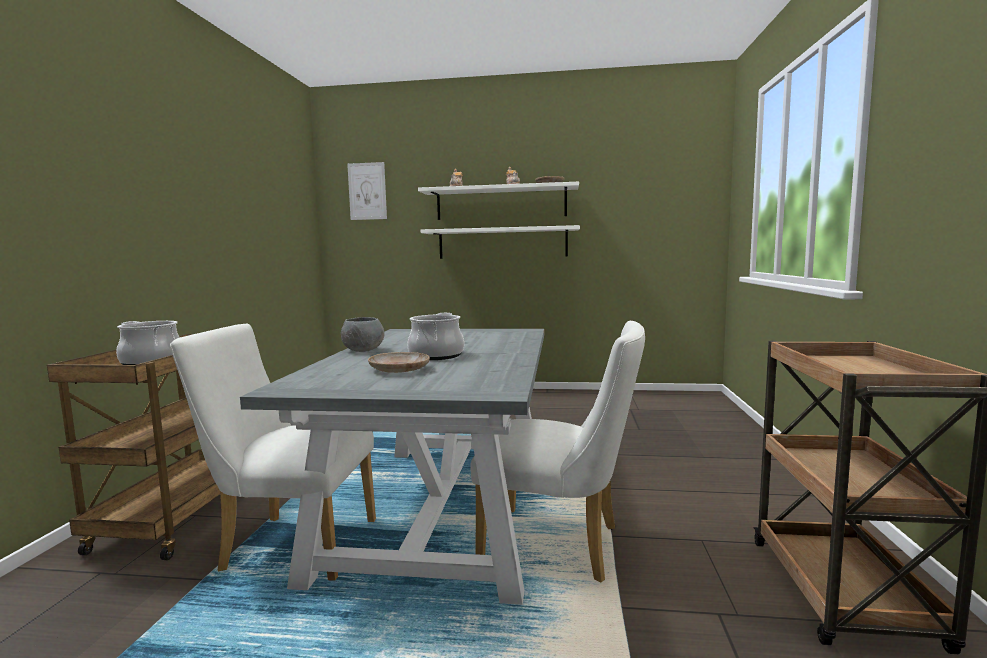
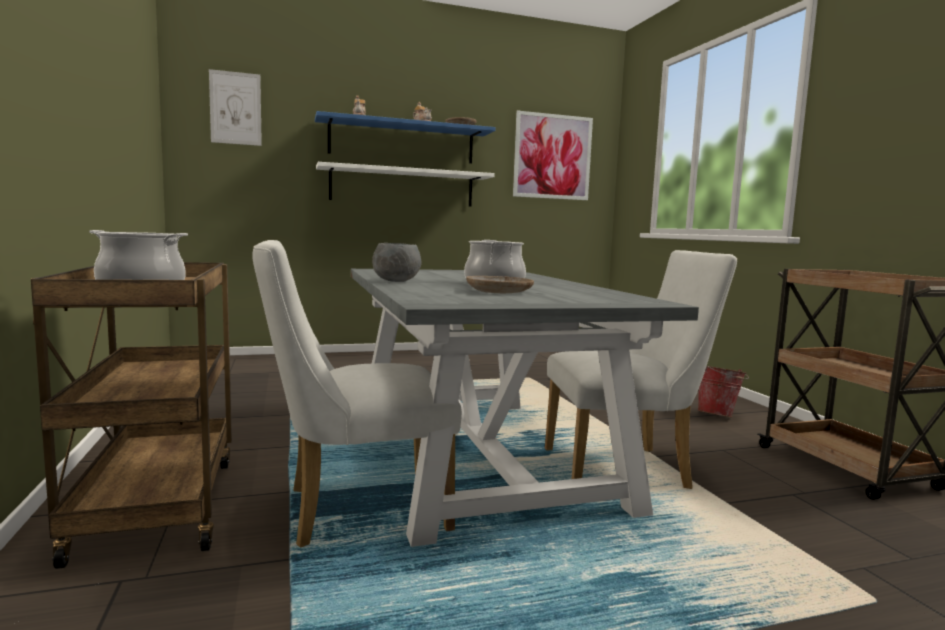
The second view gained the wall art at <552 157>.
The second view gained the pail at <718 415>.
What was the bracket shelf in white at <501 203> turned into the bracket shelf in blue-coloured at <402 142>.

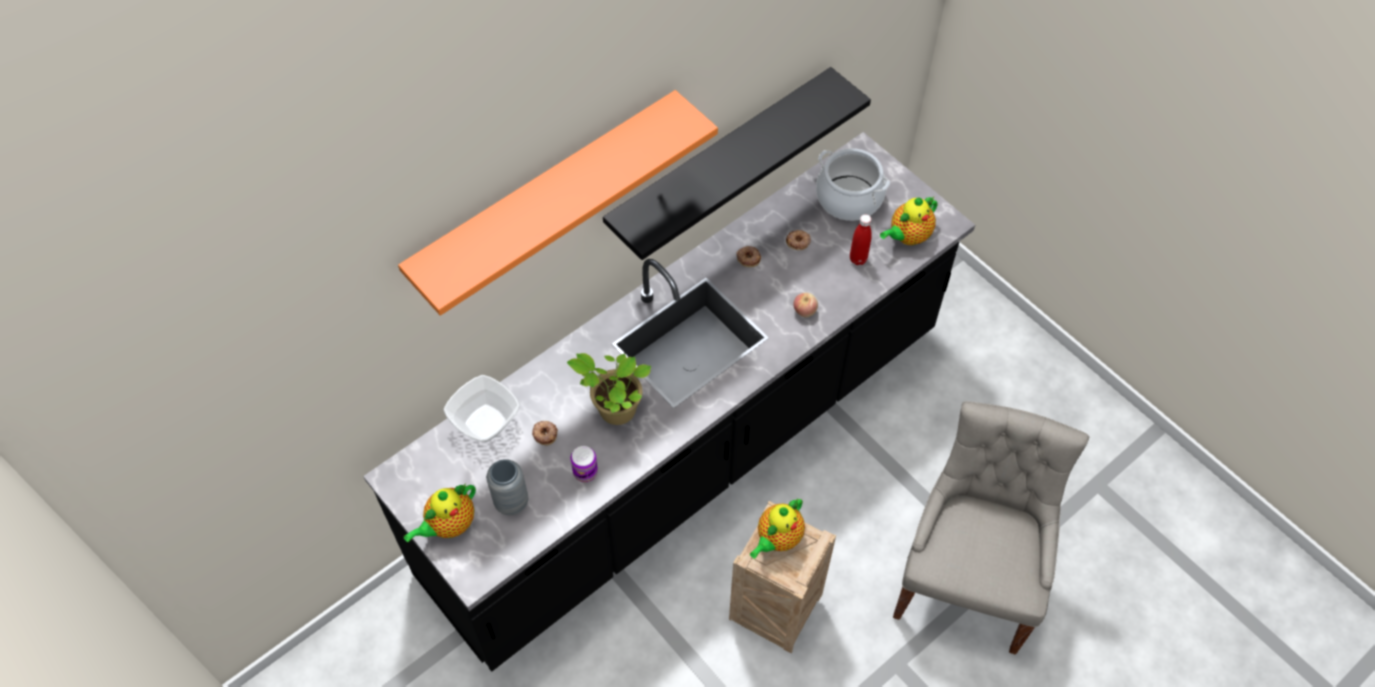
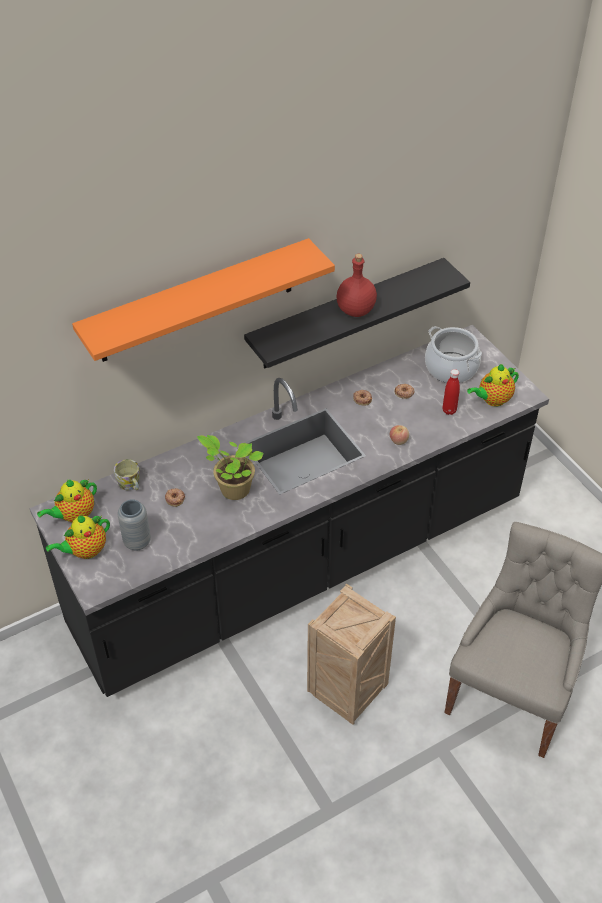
The second view lost the can at <585 472>.
The second view gained the beverage bottle in reddish at <356 310>.
The teapot ended up elsewhere, having gone from <777 539> to <74 515>.
Where the bowl stood at <484 423>, the tea mug came to stand at <130 484>.

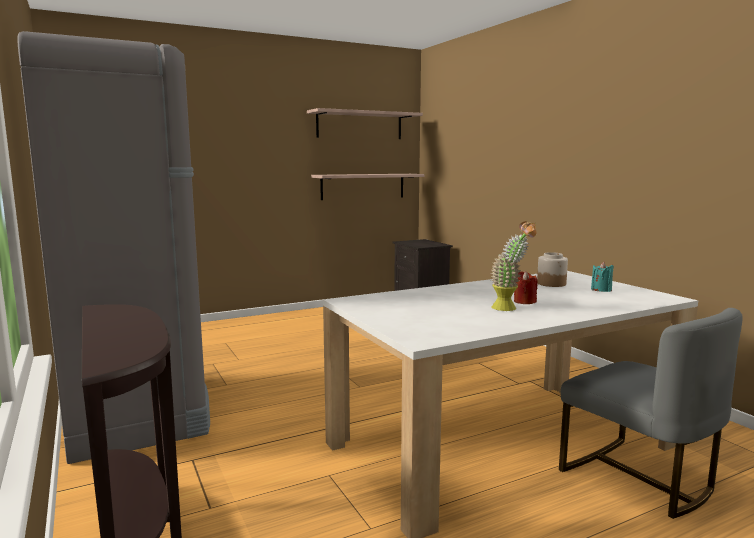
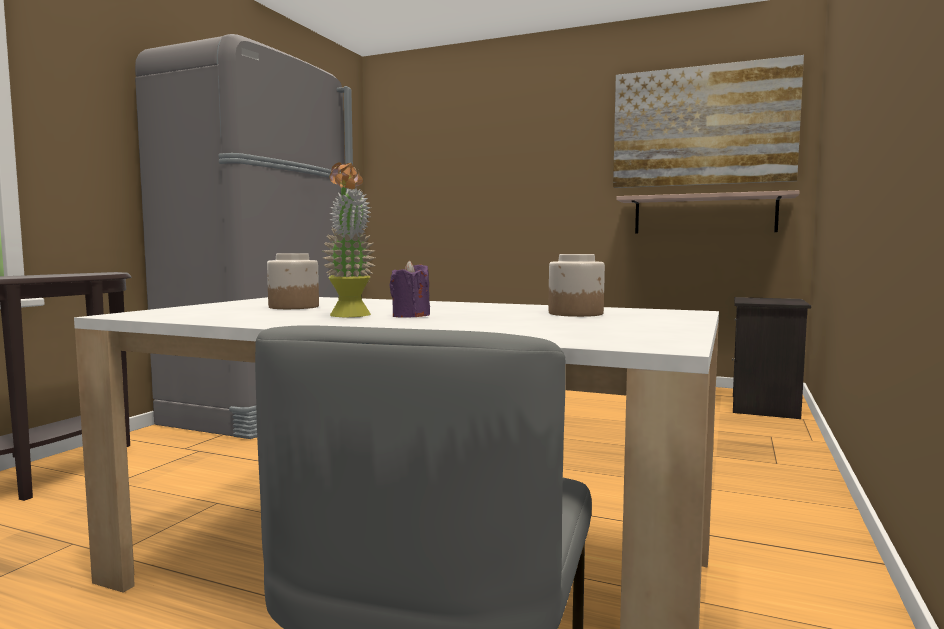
The second view lost the candle in turquoise at <601 290>.
The second view gained the jar at <293 307>.
Where the bracket shelf hung at <359 125>, the wall art came to hang at <702 126>.
What was the candle in reddish at <524 301> turned into the candle in purplish at <411 316>.

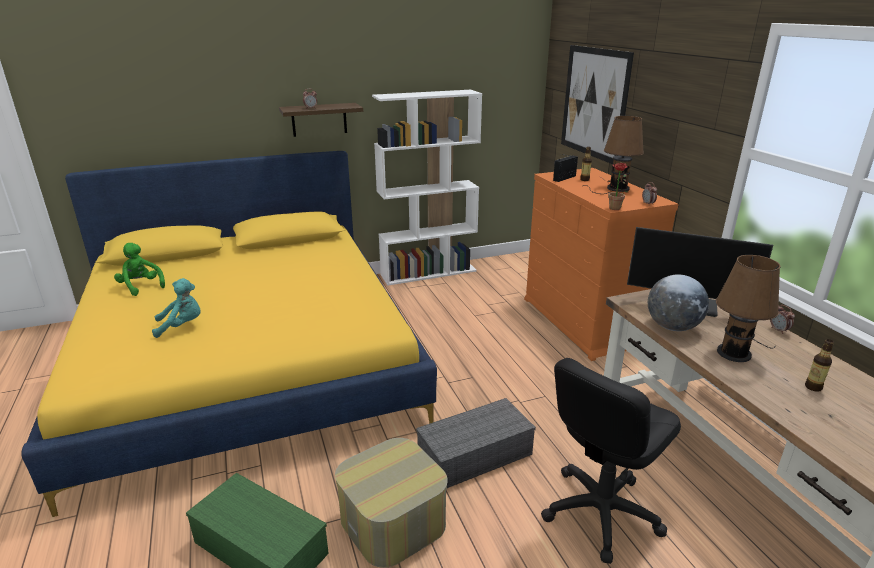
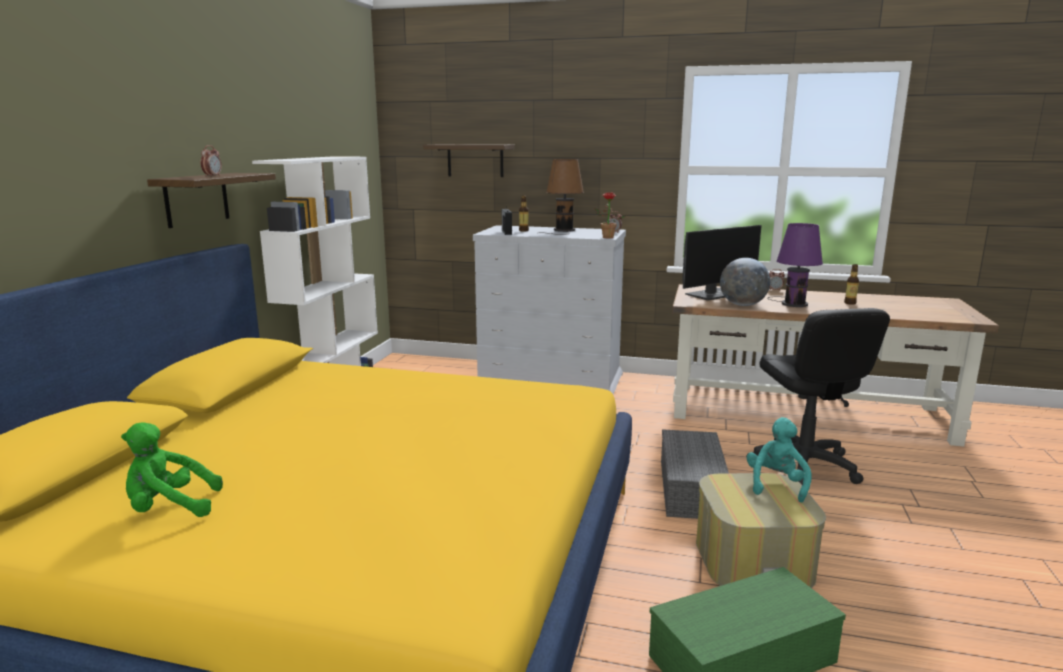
The plush toy in turquoise ended up elsewhere, having gone from <182 326> to <776 485>.
Where the wall art hung at <594 103>, the bracket shelf came to hang at <475 160>.
What was the chest of drawers in orange-coloured at <584 321> turned into the chest of drawers in white at <551 380>.
What was the lamp for a table in brown at <735 352> turned into the lamp for a table in purplish at <792 303>.

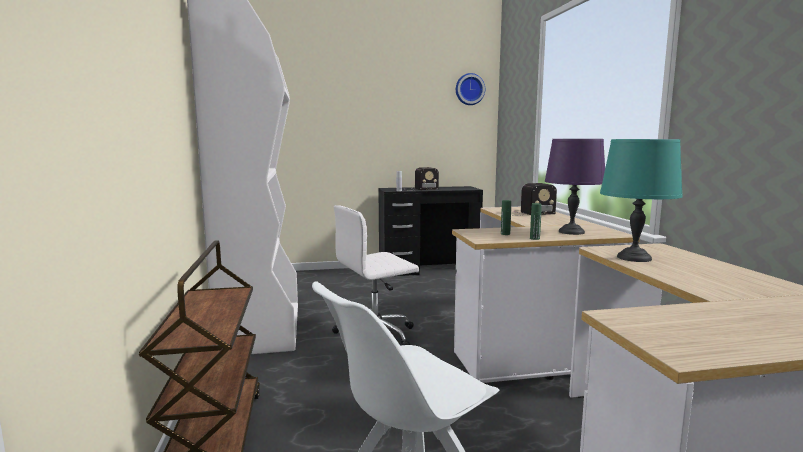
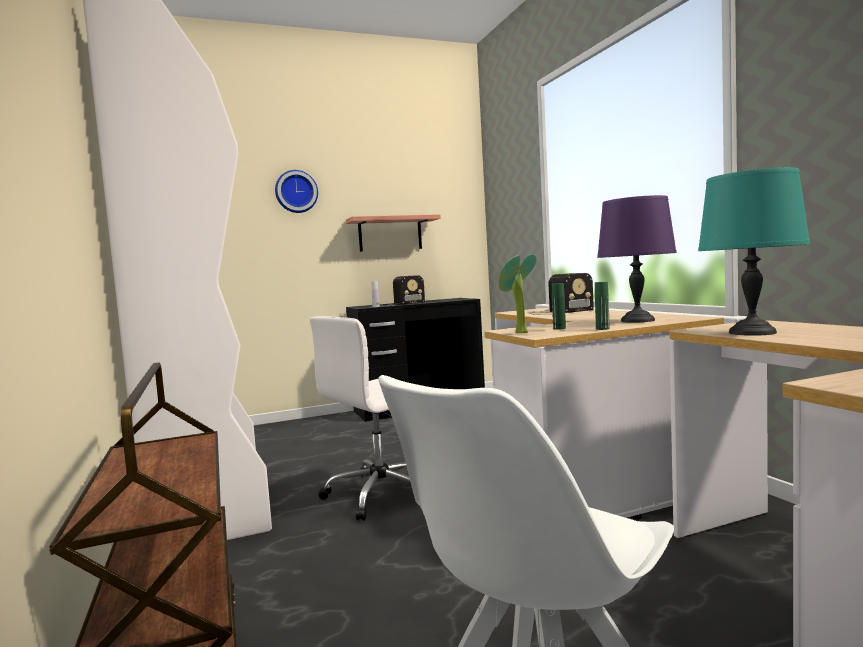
The second view gained the bracket shelf at <390 234>.
The second view gained the plant in a pot at <518 333>.
The clock on the wall ended up elsewhere, having gone from <469 89> to <296 192>.

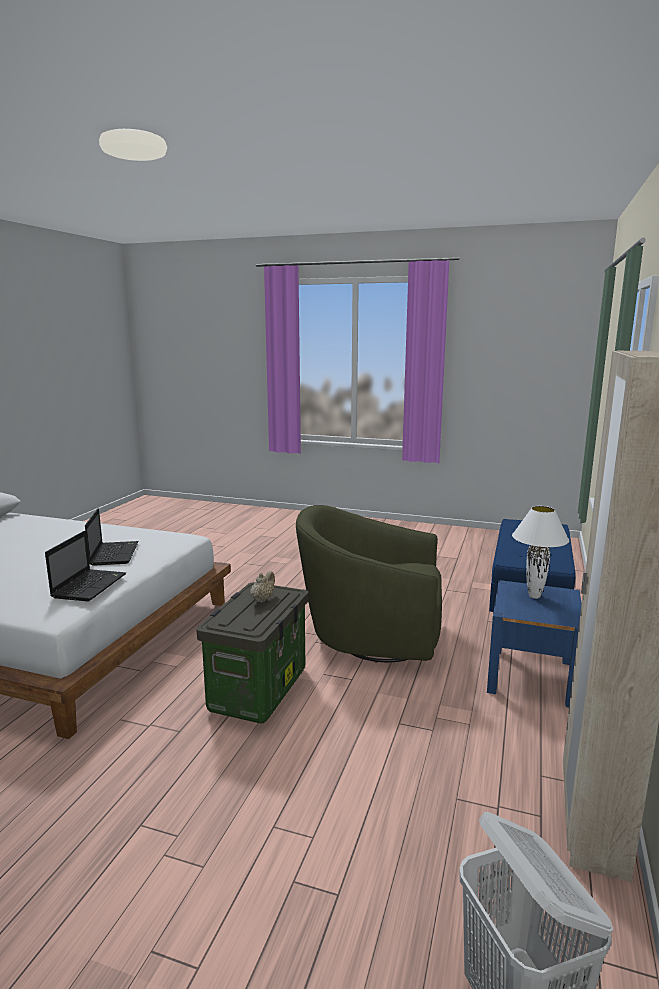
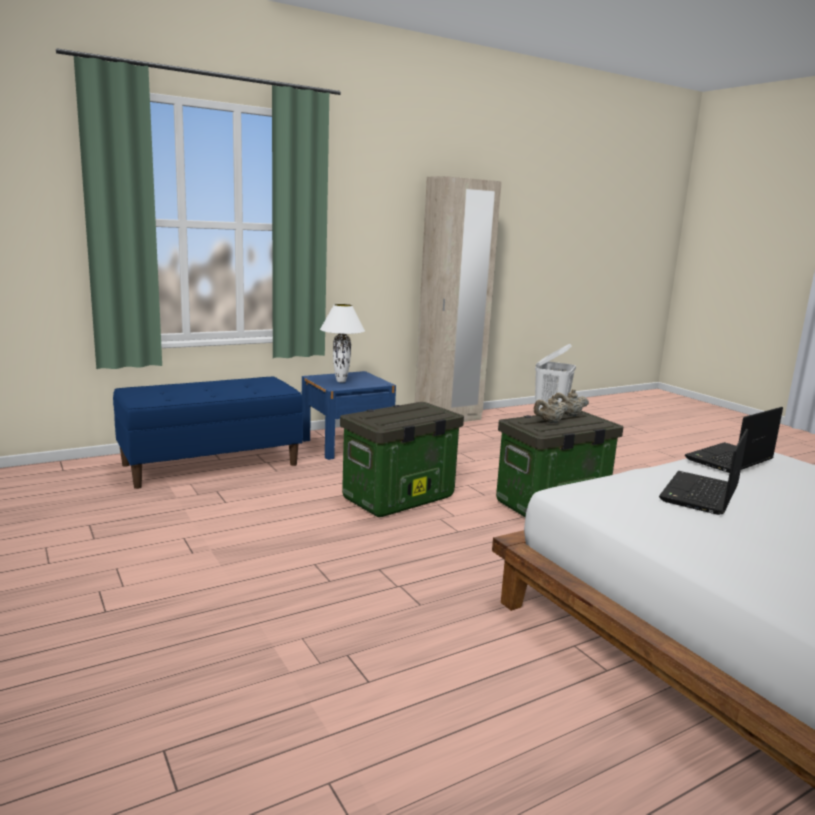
The second view gained the teapot in beige-coloured at <569 415>.
Where the lounge chair in green-coloured stood at <371 637>, the storage bin came to stand at <398 499>.

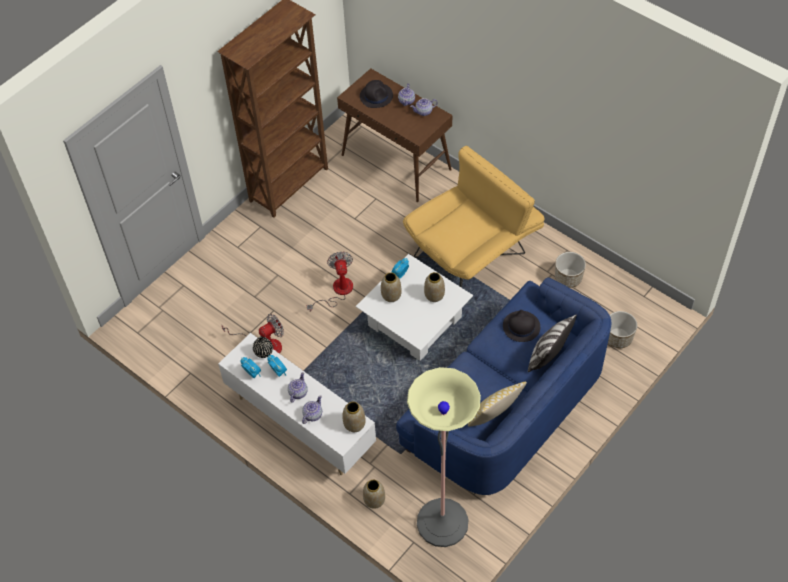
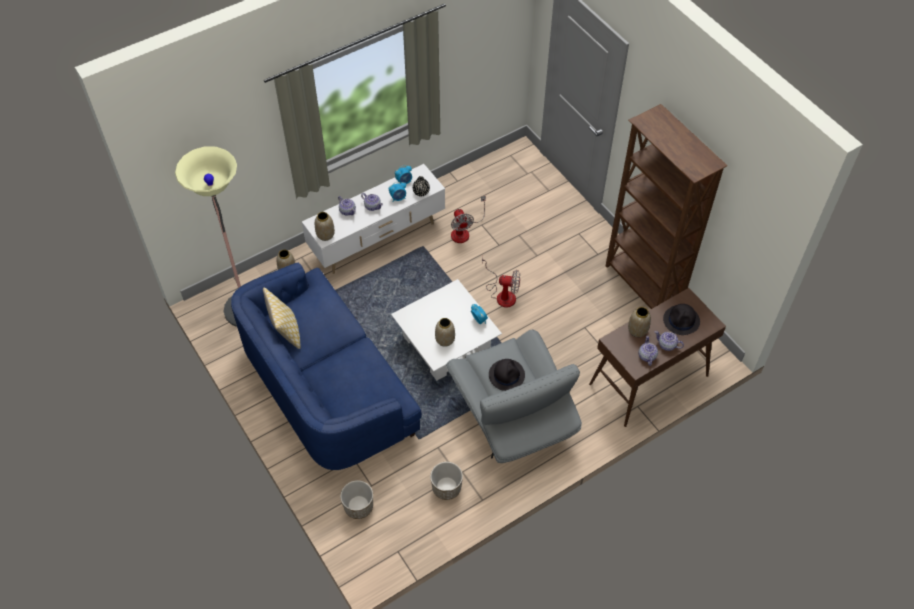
The second view lost the throw pillow at <548 356>.
The decorative vase ended up elsewhere, having gone from <391 296> to <637 330>.
The wearable hat in blackish ended up elsewhere, having gone from <521 327> to <506 375>.
What was the lounge chair in yellow at <474 249> turned into the lounge chair in grey at <513 416>.

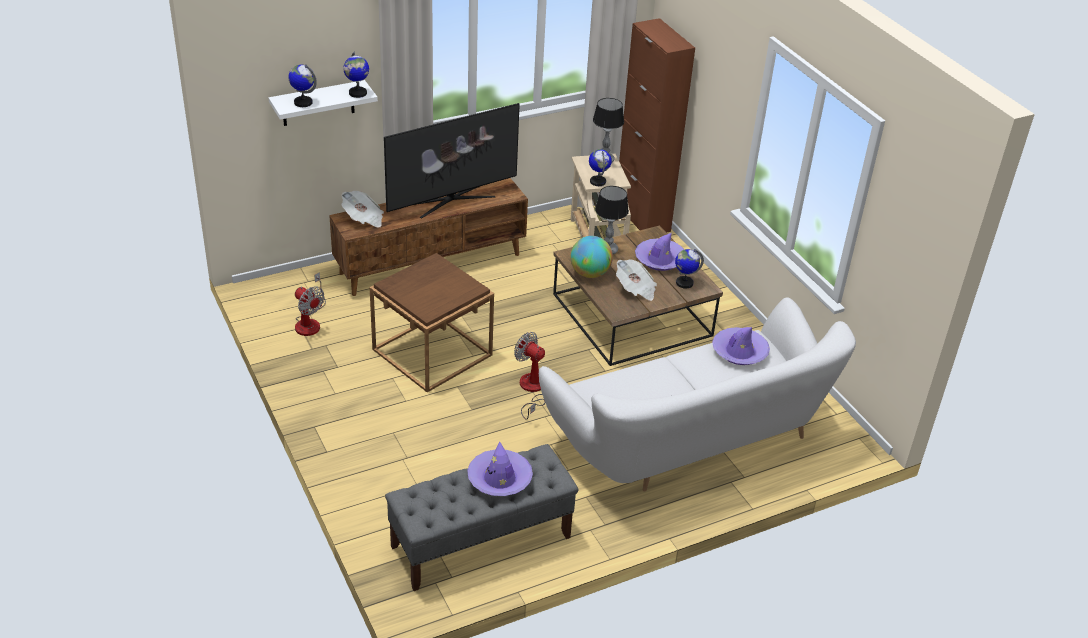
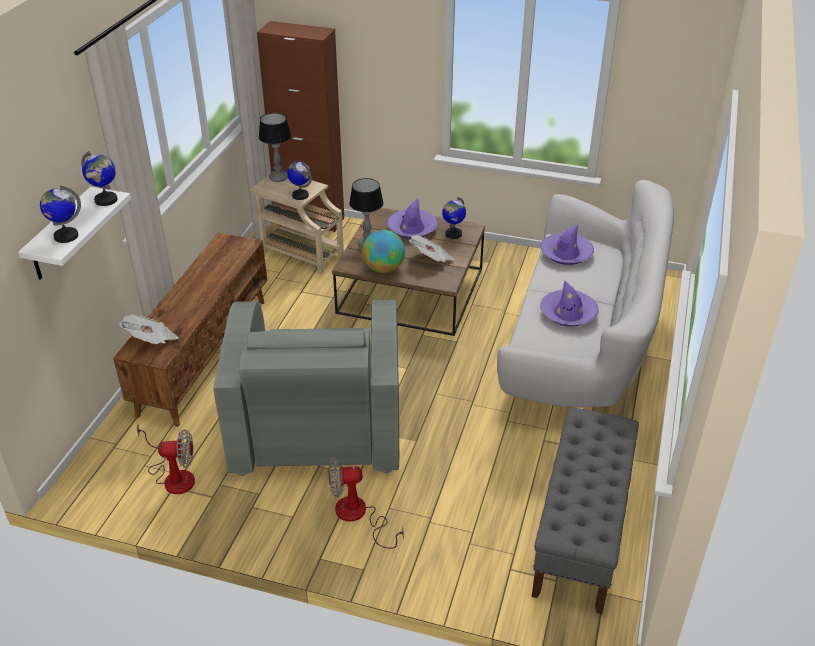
The second view lost the TV set at <451 200>.
The wearable hat in purplish ended up elsewhere, having gone from <500 478> to <568 313>.
The electric fan ended up elsewhere, having gone from <531 390> to <358 516>.
Where the end table in brown stood at <432 352>, the lounge chair in grey came to stand at <317 421>.

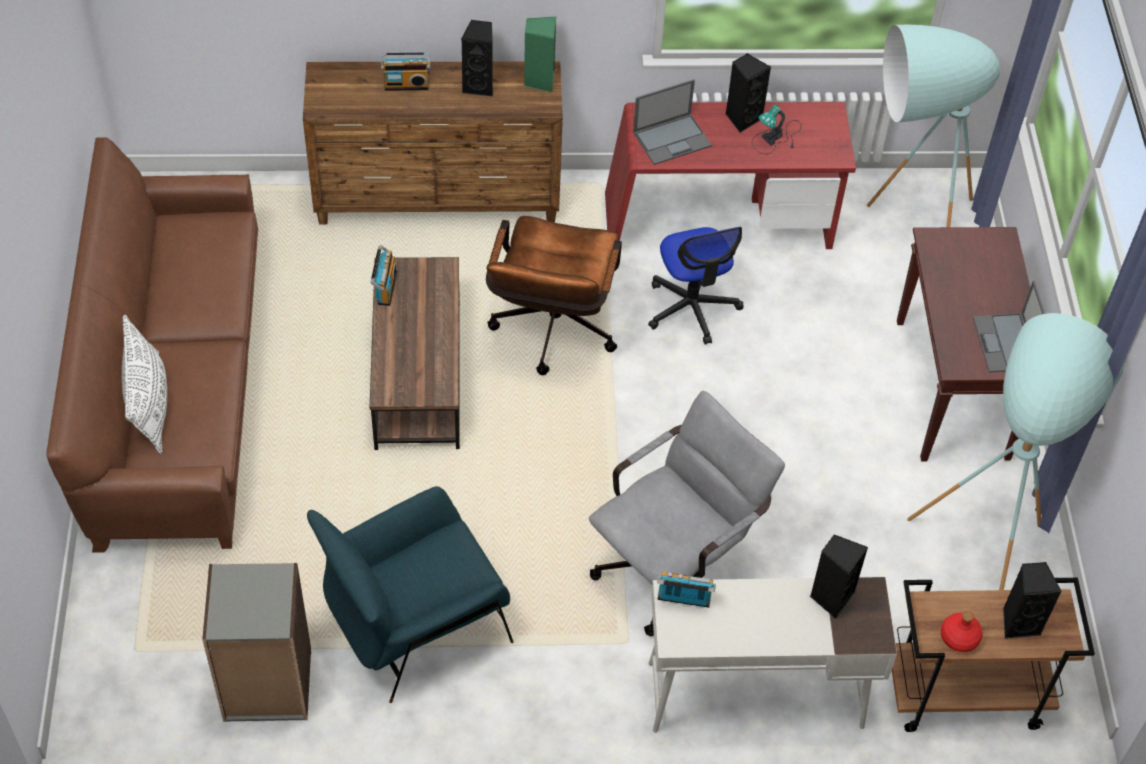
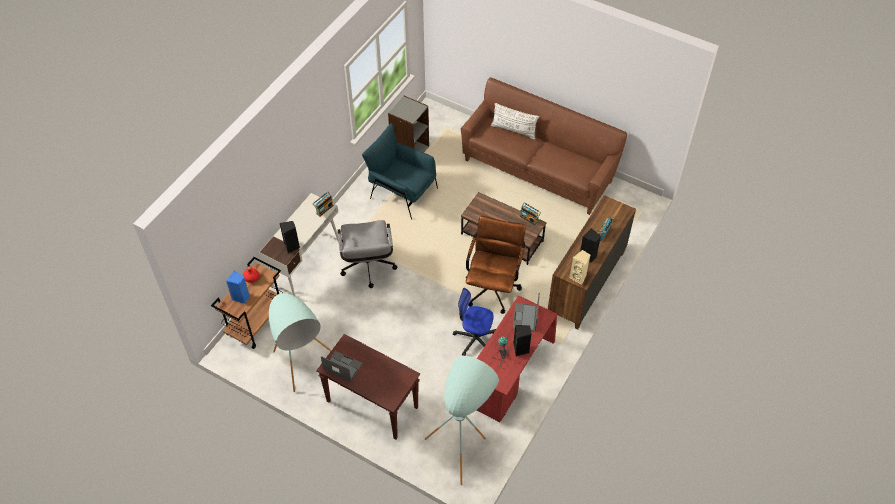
What was the loudspeaker in green-coloured at <539 80> turned into the loudspeaker in beige-coloured at <579 277>.
What was the loudspeaker in blackish at <1019 623> turned into the loudspeaker in blue-coloured at <241 297>.
The lounge chair in blue-coloured at <416 625> ended up facing another way, 60 degrees counterclockwise from before.
The office chair in brown at <552 334> ended up facing another way, 60 degrees clockwise from before.

